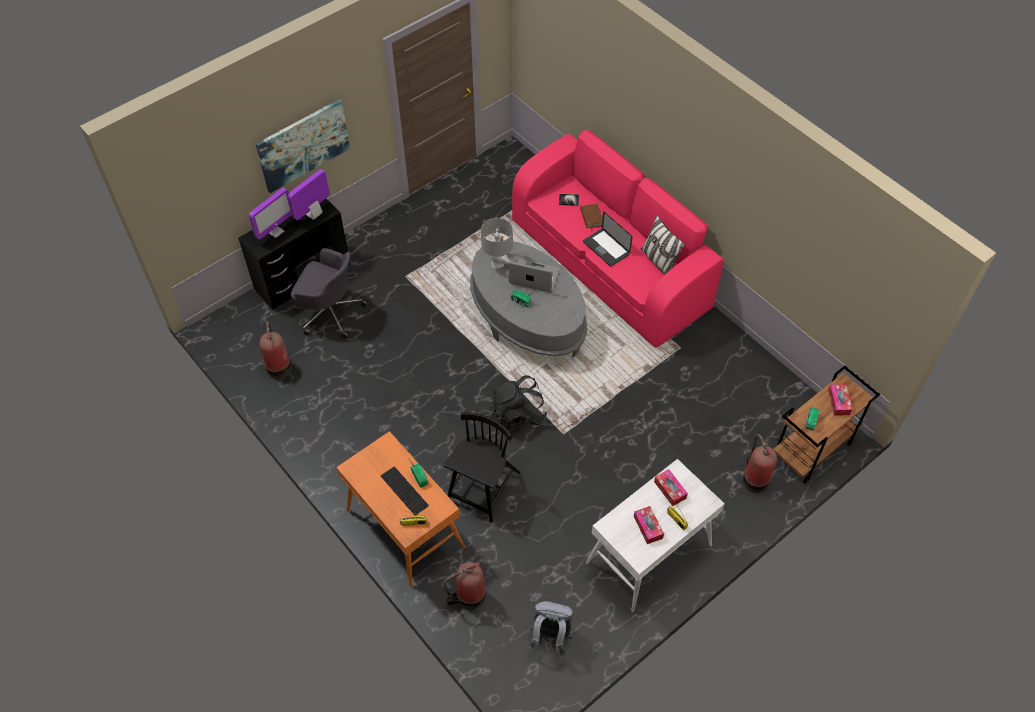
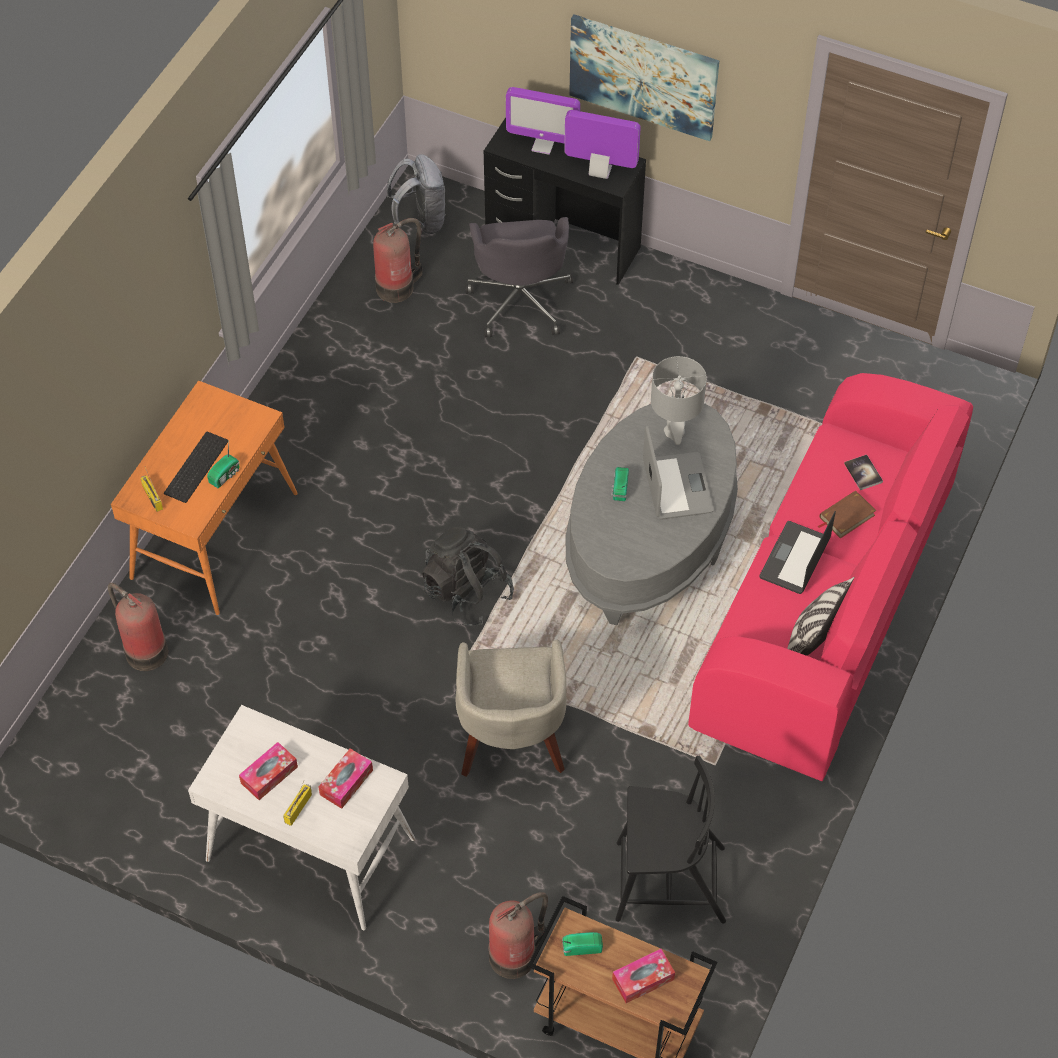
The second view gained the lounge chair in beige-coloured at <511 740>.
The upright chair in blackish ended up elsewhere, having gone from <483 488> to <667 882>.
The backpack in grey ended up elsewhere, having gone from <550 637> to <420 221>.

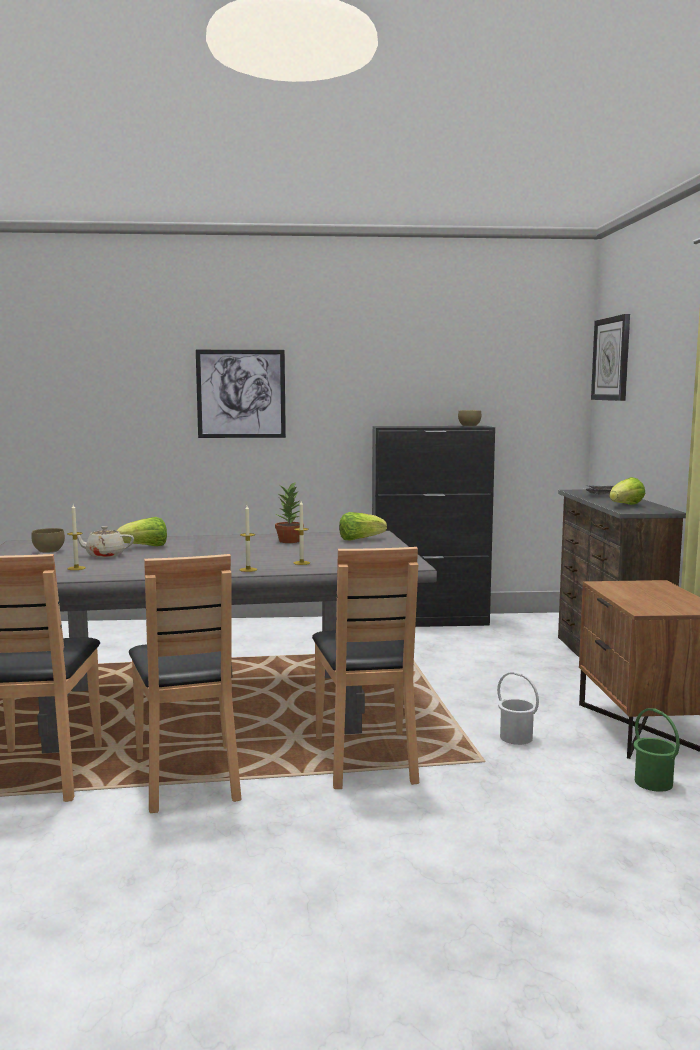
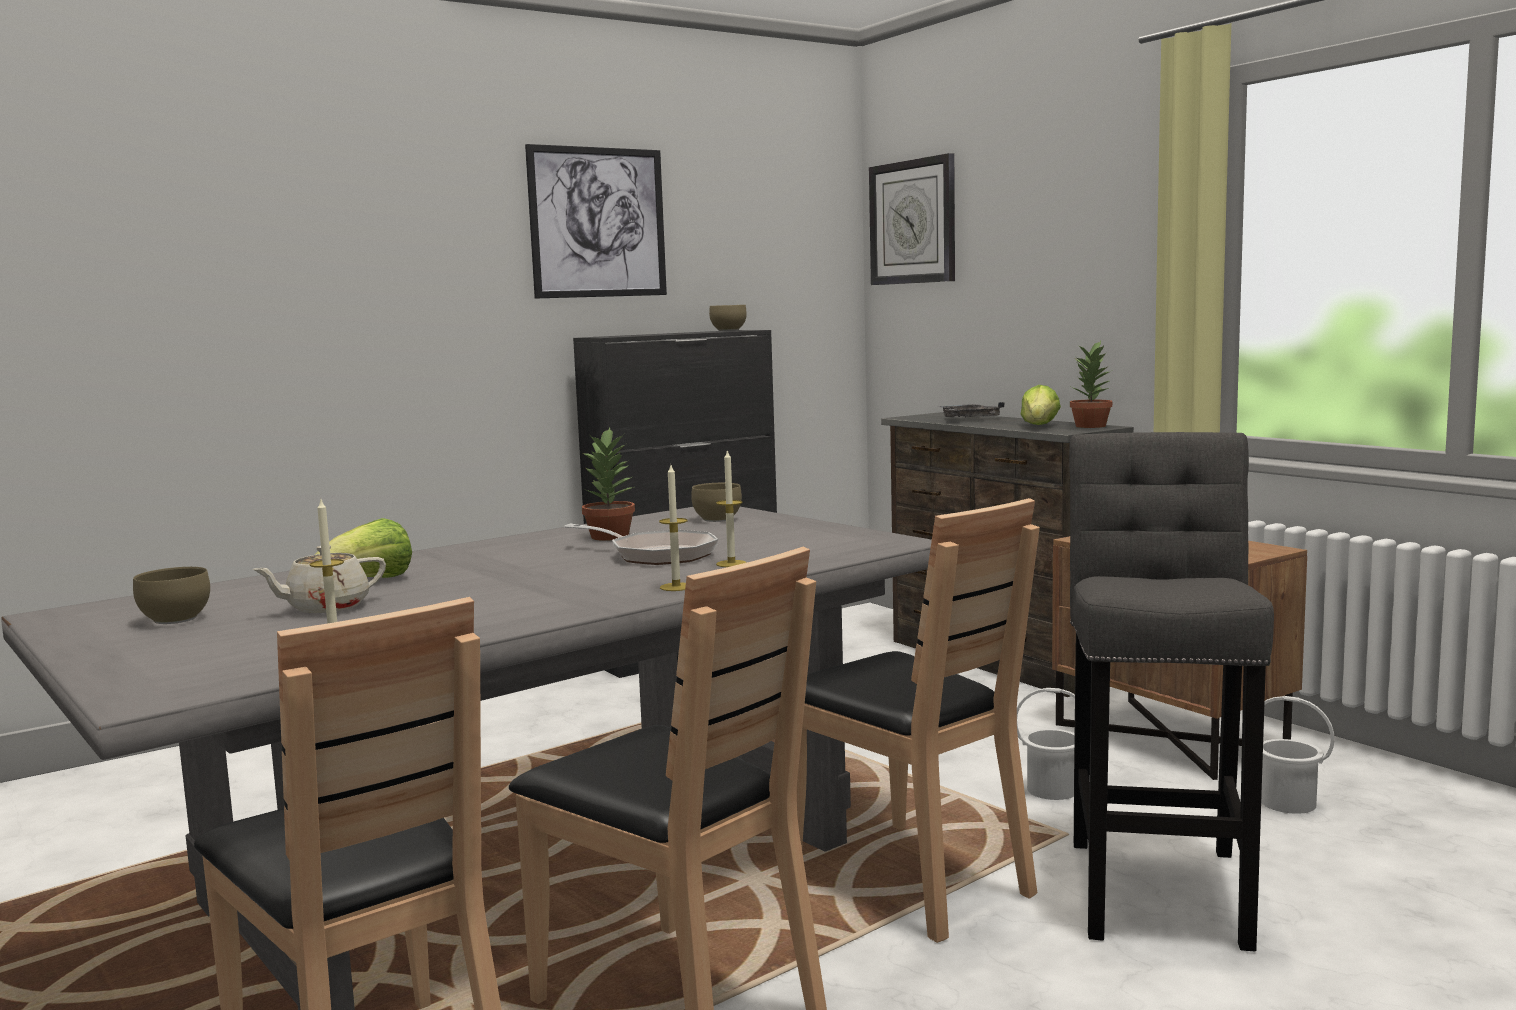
The second view gained the skillet at <656 555>.
The second view gained the sitting stool in grey at <1159 886>.
The second view gained the plant in a pot at <1091 426>.
The wall art ended up elsewhere, having gone from <241 394> to <598 222>.
Where the head of lettuce stood at <360 539>, the bowl in brown came to stand at <715 519>.
What was the pail in green-coloured at <653 782> turned into the pail in white at <1287 802>.

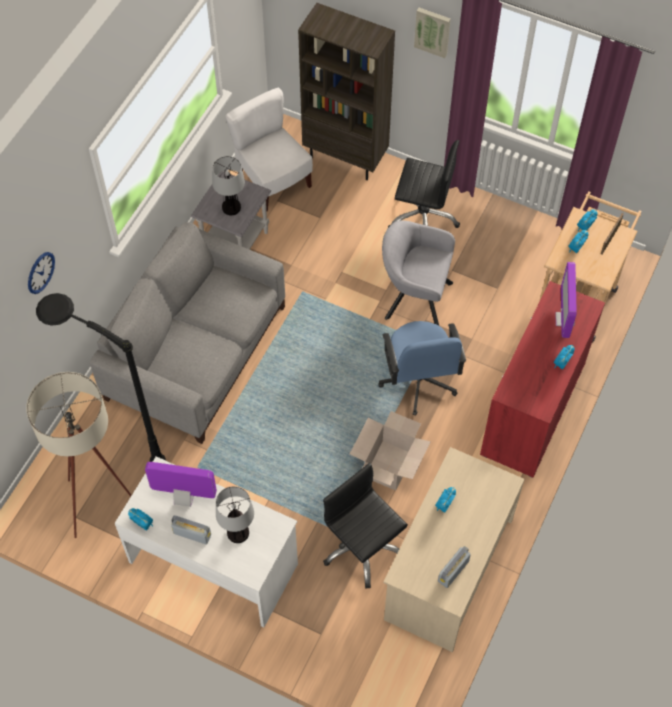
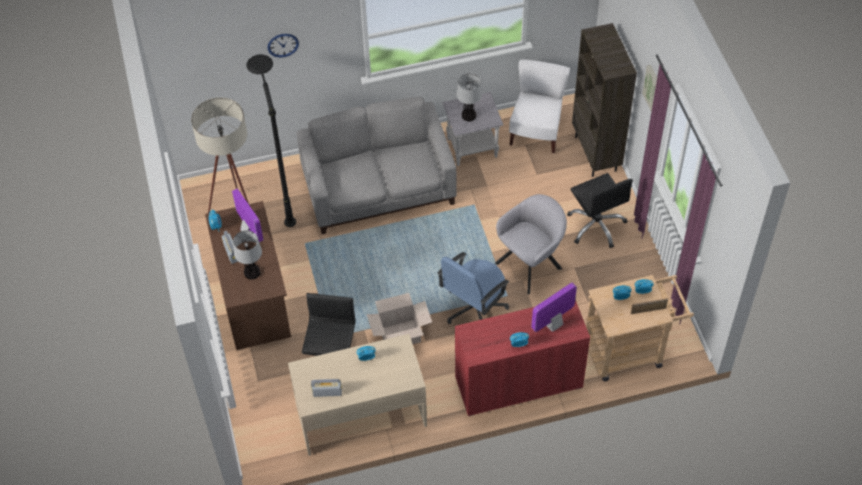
What was the desk table in white at <214 561> turned into the desk table in brown at <254 296>.
The lounge chair in grey at <414 299> ended up facing another way, 75 degrees clockwise from before.

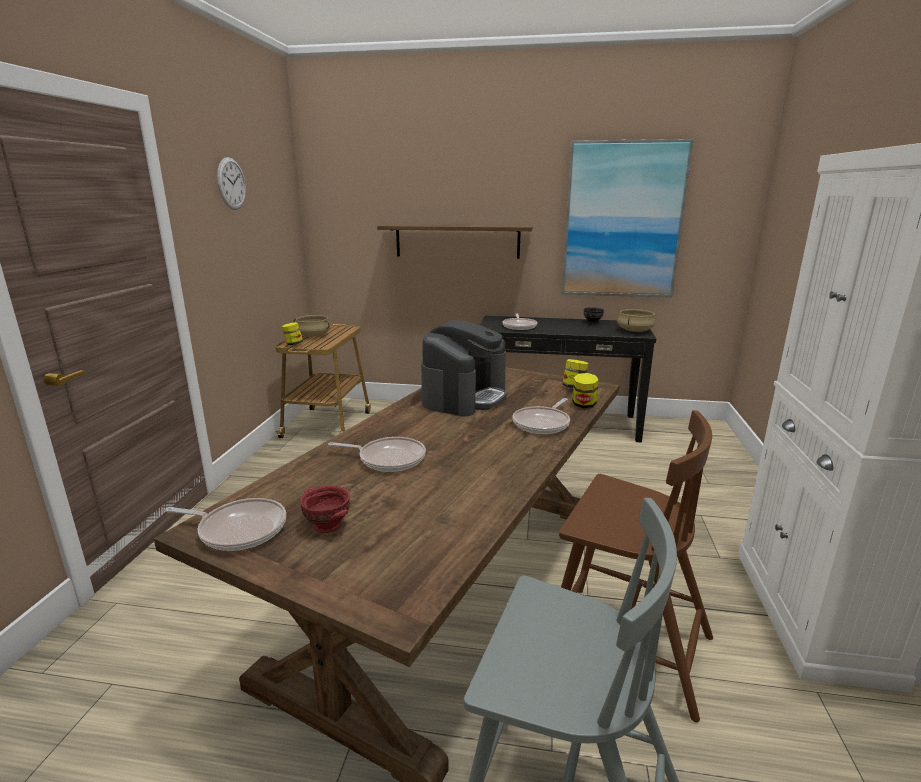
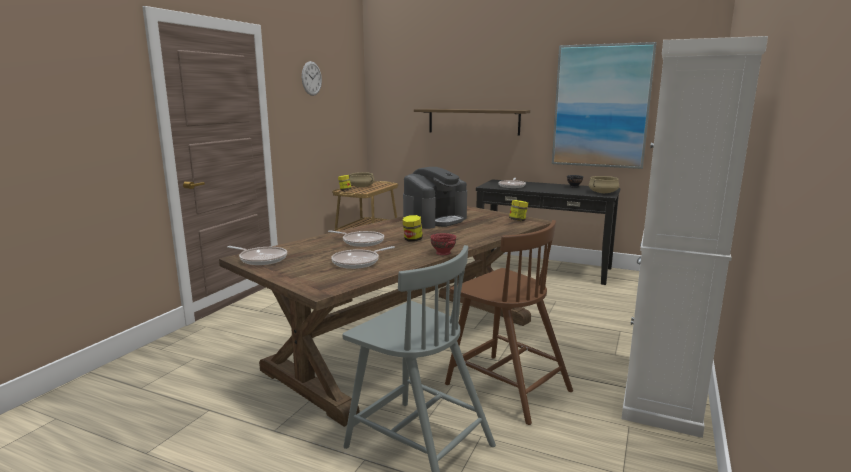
The bowl in reddish ended up elsewhere, having gone from <327 526> to <443 253>.
The skillet ended up elsewhere, having gone from <543 423> to <358 262>.
The jar ended up elsewhere, having gone from <584 405> to <412 240>.

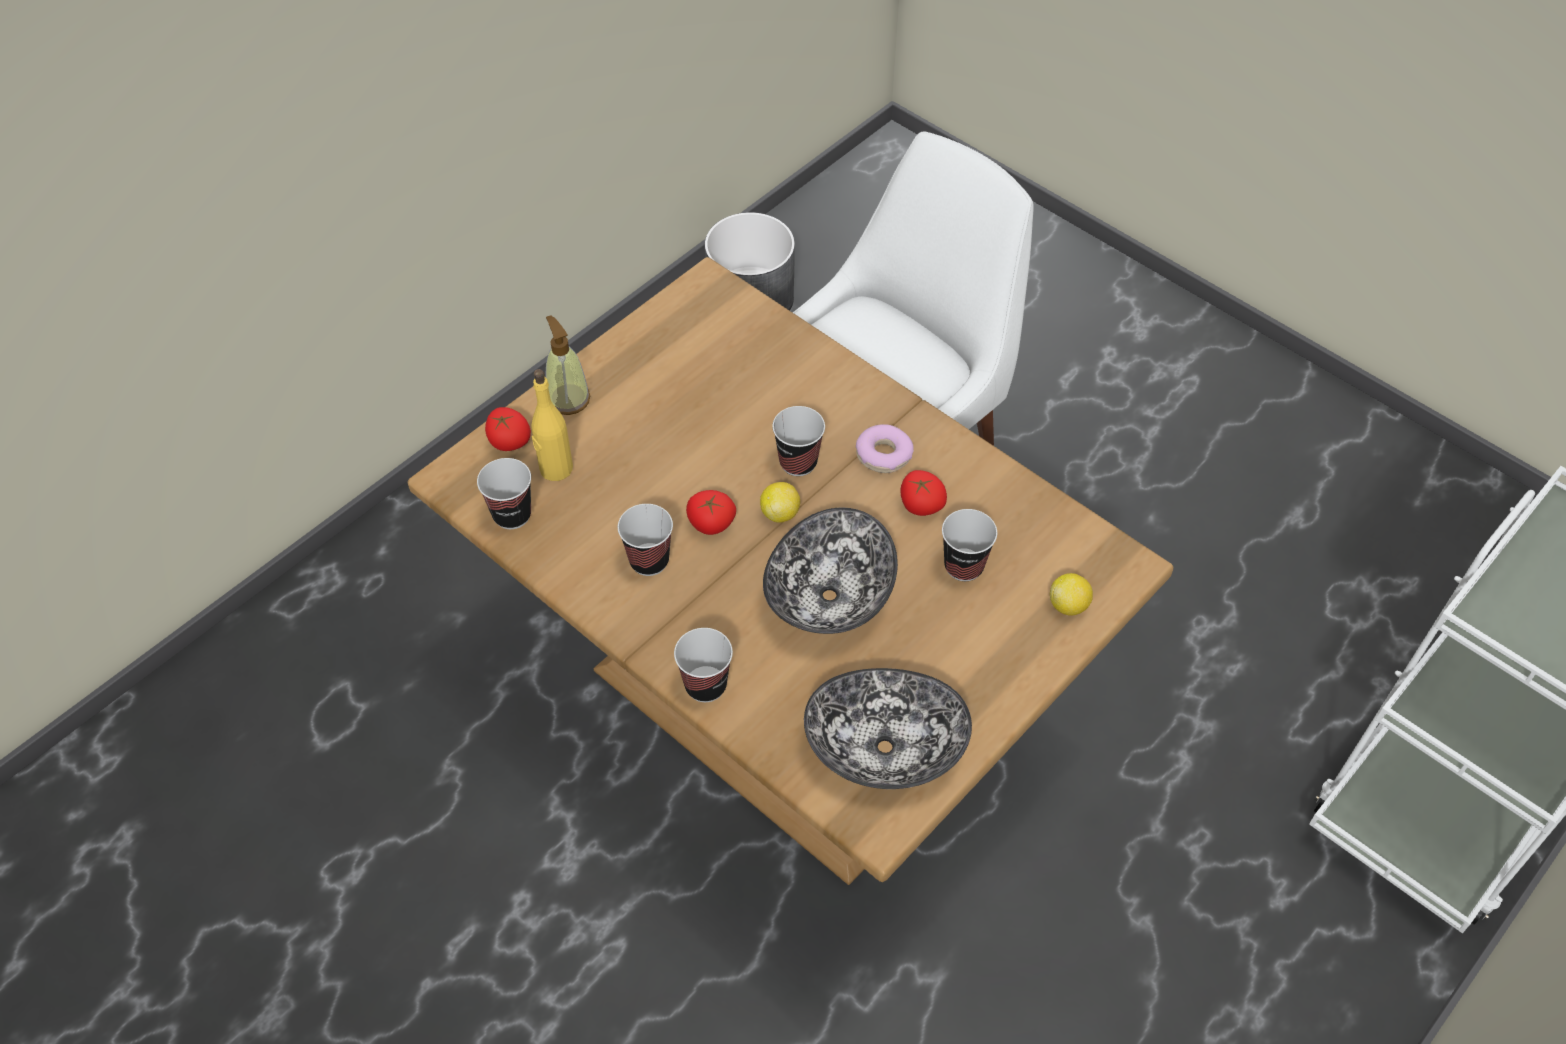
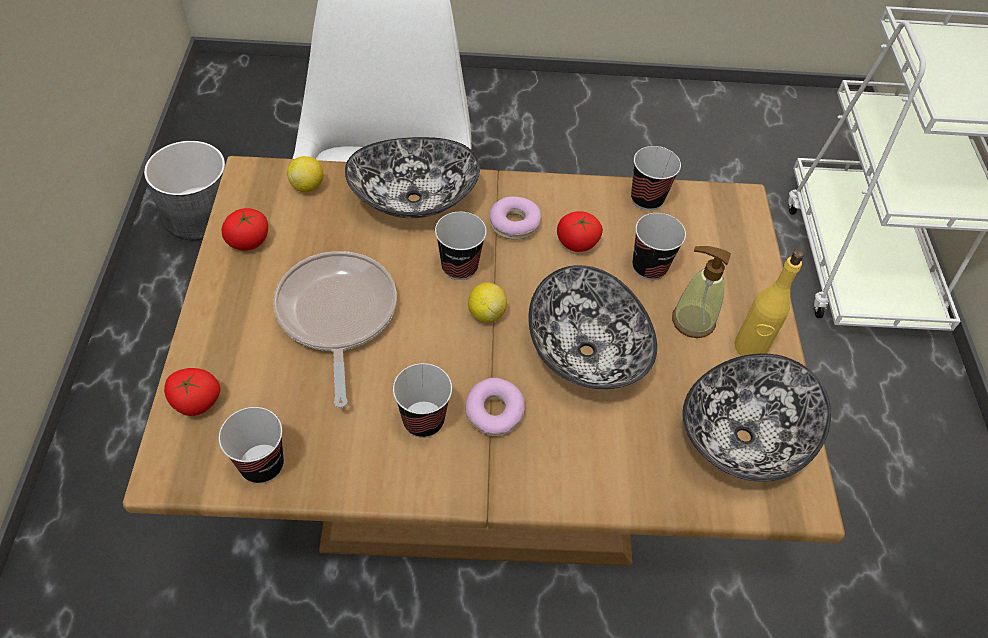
The second view gained the skillet at <336 316>.
The second view gained the bowl at <413 198>.
The second view gained the doughnut at <494 412>.
The beverage bottle in yellow ended up elsewhere, having gone from <555 469> to <750 347>.
The liquid soap bottle ended up elsewhere, having gone from <568 399> to <692 321>.
The drinking cup ended up elsewhere, having gone from <705 685> to <647 199>.
The whole tomato ended up elsewhere, having gone from <710 524> to <248 242>.
The citrus fruit ended up elsewhere, having gone from <1068 605> to <308 186>.

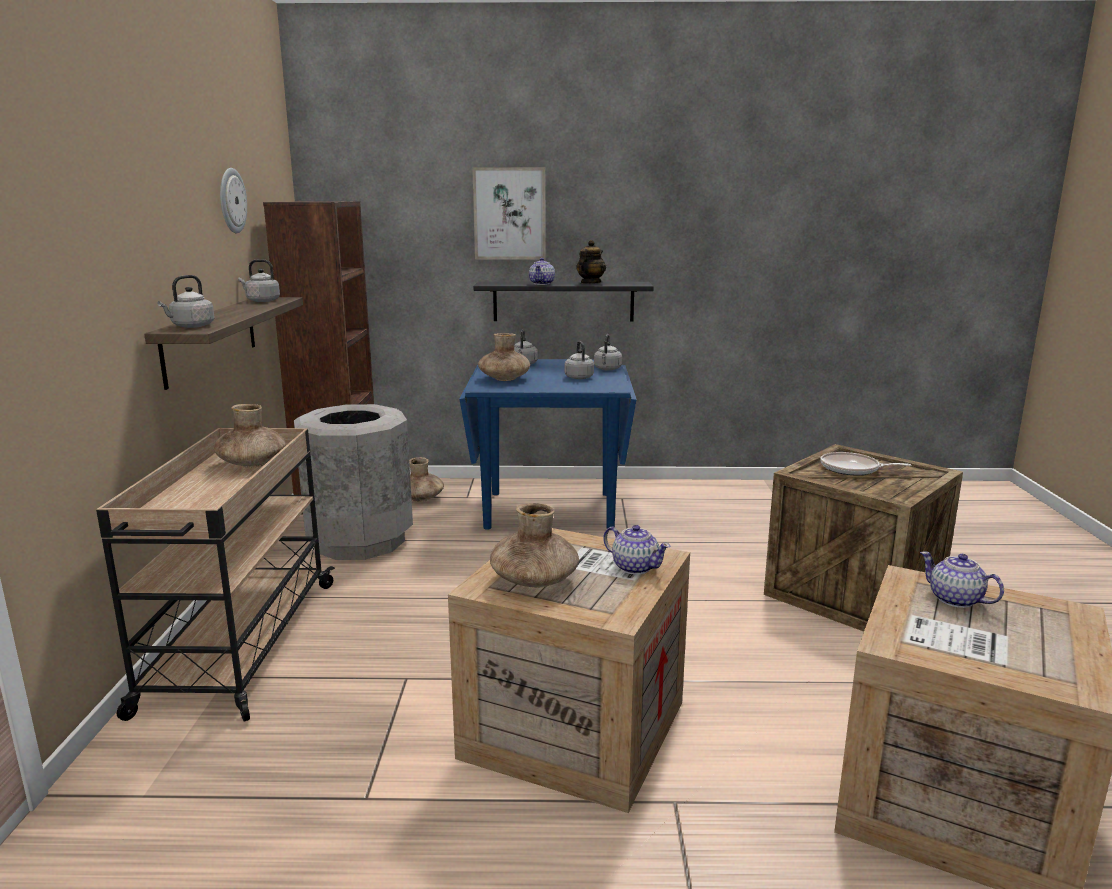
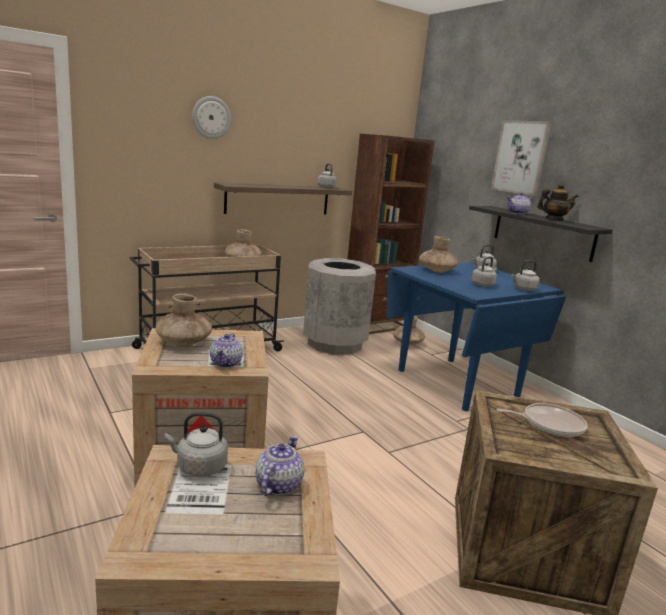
The tea kettle in grey ended up elsewhere, having gone from <191 326> to <199 467>.
The clock on the wall ended up elsewhere, having gone from <231 200> to <211 117>.
The skillet at <852 469> ended up facing another way, 105 degrees clockwise from before.

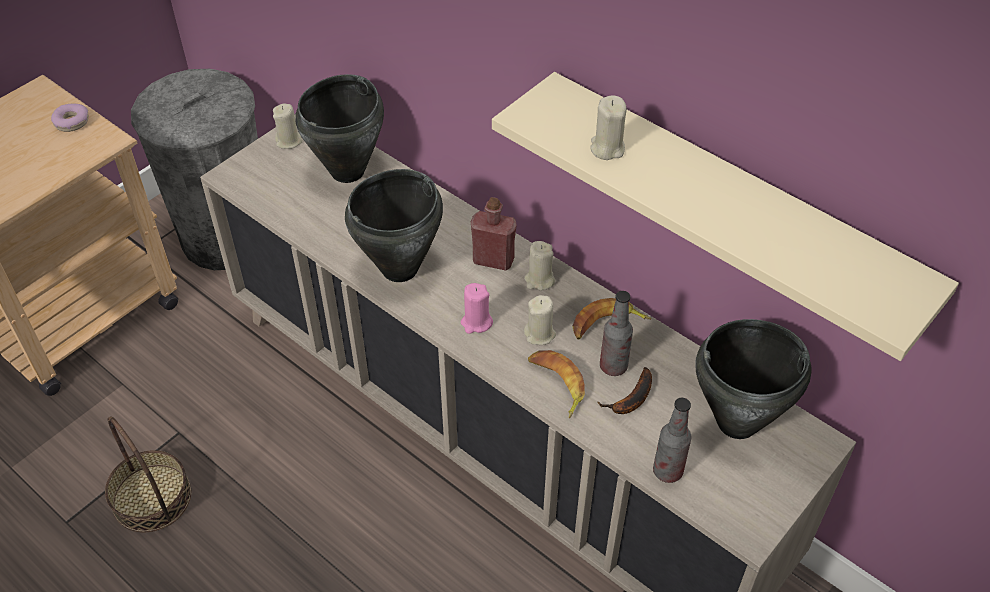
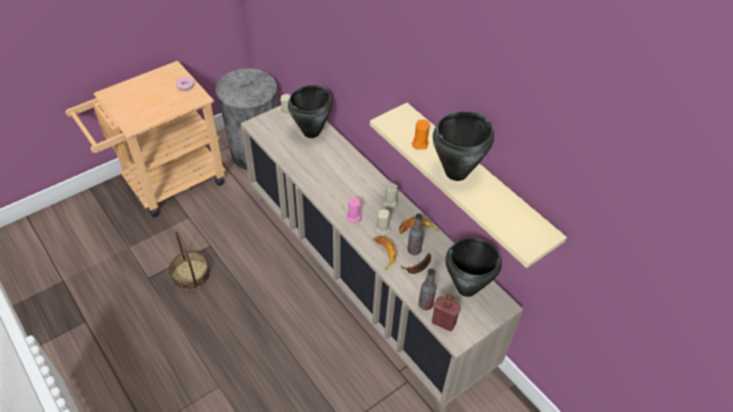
The stockpot in blackish ended up elsewhere, having gone from <400 269> to <457 173>.
The beverage bottle in reddish ended up elsewhere, having gone from <493 260> to <443 322>.
What was the candle in beige-coloured at <607 148> turned into the candle in orange-coloured at <419 144>.

